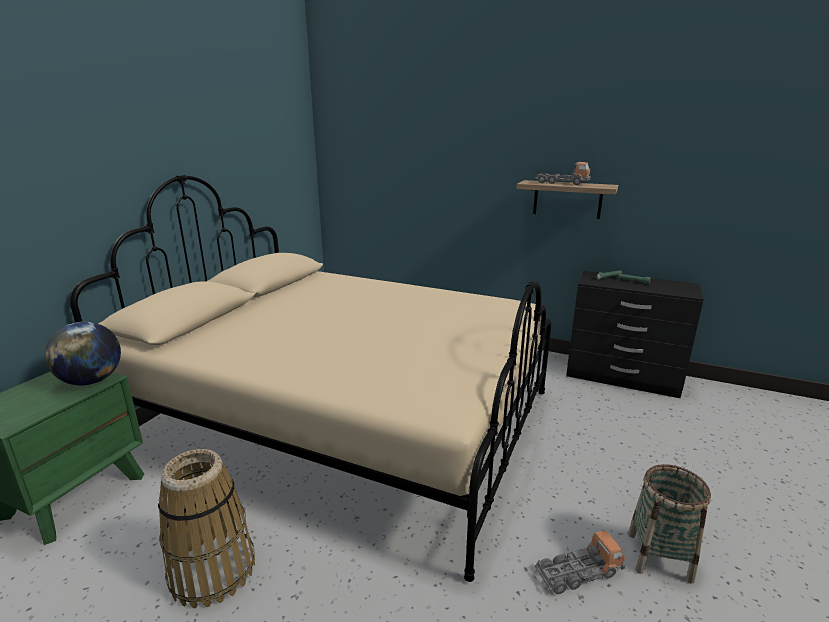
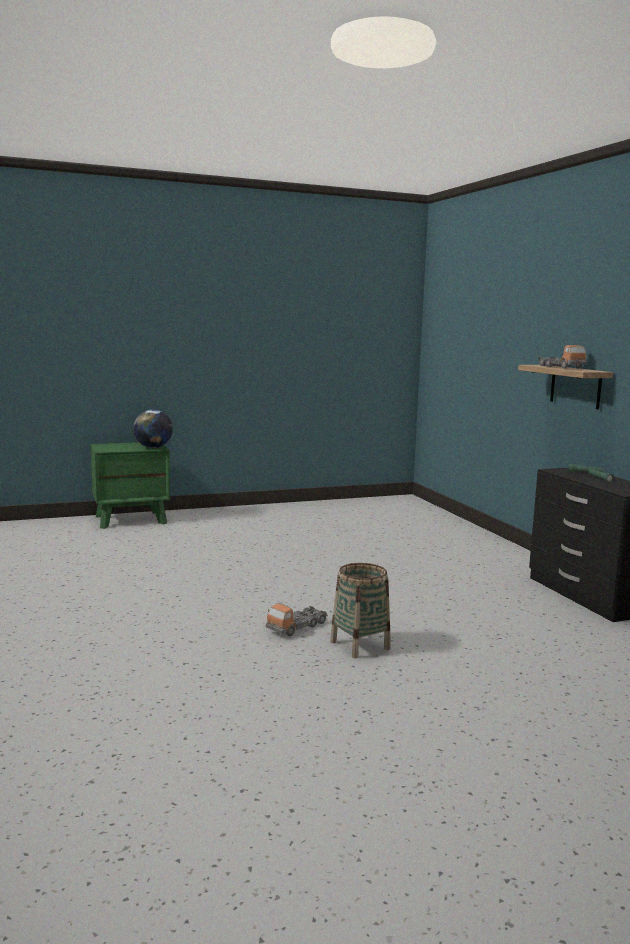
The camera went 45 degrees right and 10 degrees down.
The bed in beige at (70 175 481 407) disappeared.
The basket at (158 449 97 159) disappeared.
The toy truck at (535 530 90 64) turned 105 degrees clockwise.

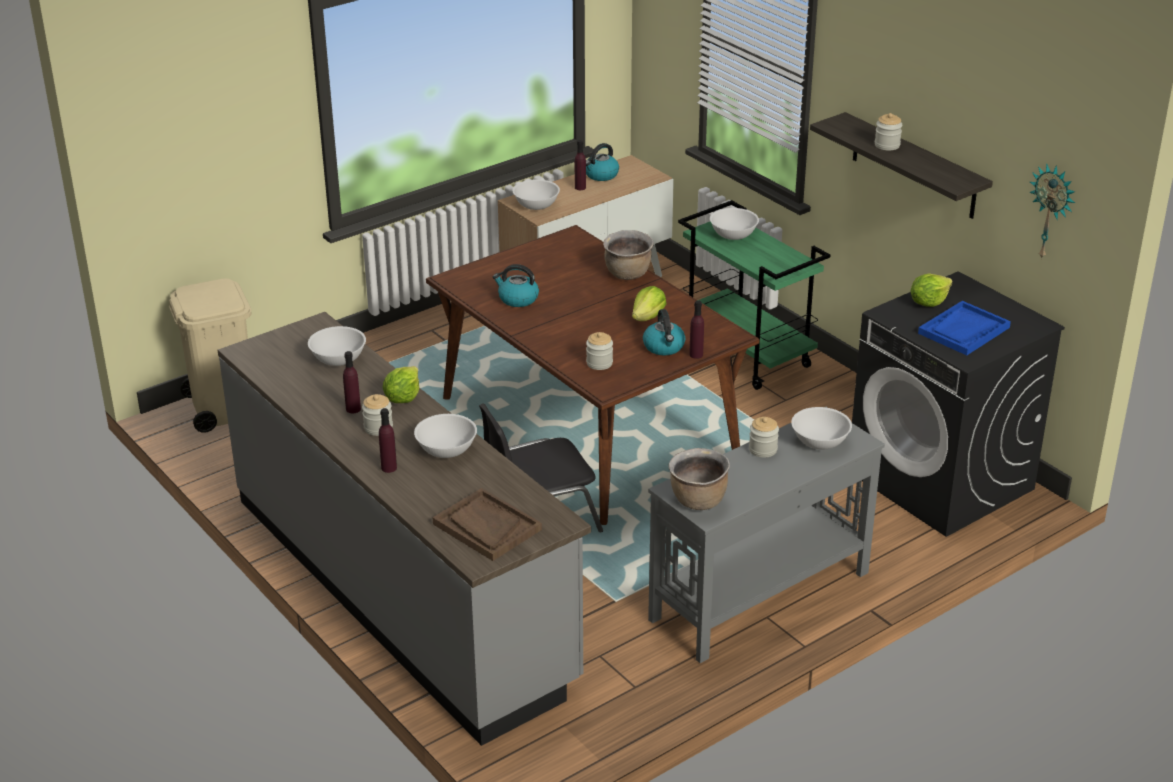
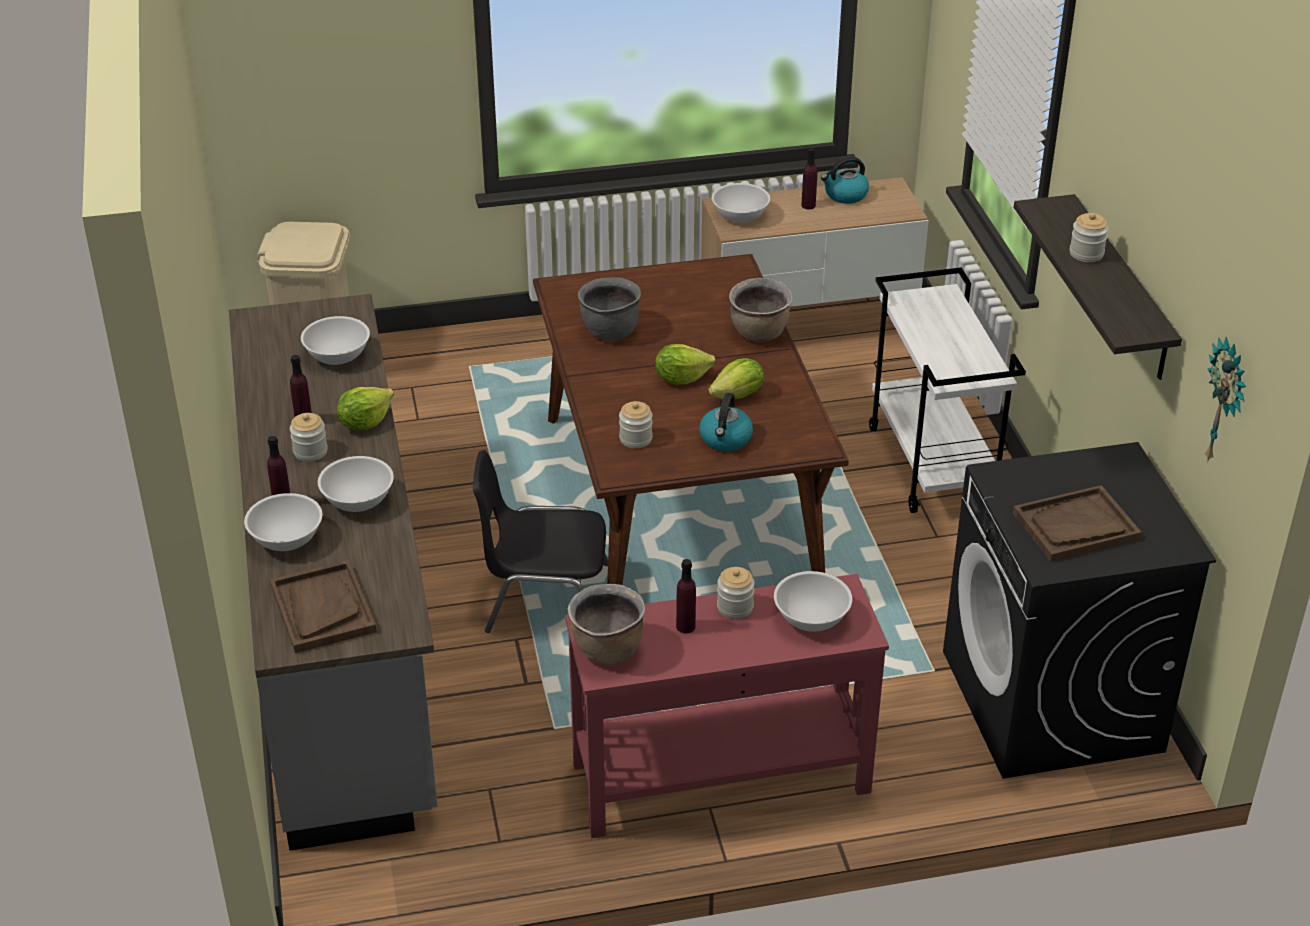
The camera went 25 degrees right and 5 degrees up.
The bottle in purple moved from (689 300 15 59) to (676 559 20 74).
The bowl in white moved from (710 208 49 32) to (244 493 78 58).
The lettuce moved from (911 273 42 34) to (655 344 61 40).
The kettle at (493 264 46 43) was replaced by the cooking pot in grey at (578 277 63 64).
The console table in grey at (648 407 237 256) became the console table in red at (565 574 324 264).
The cart in green at (678 200 152 190) became the cart in white at (869 267 157 246).
The tray in blue at (918 301 93 54) became the tray in brown at (1013 485 129 77).

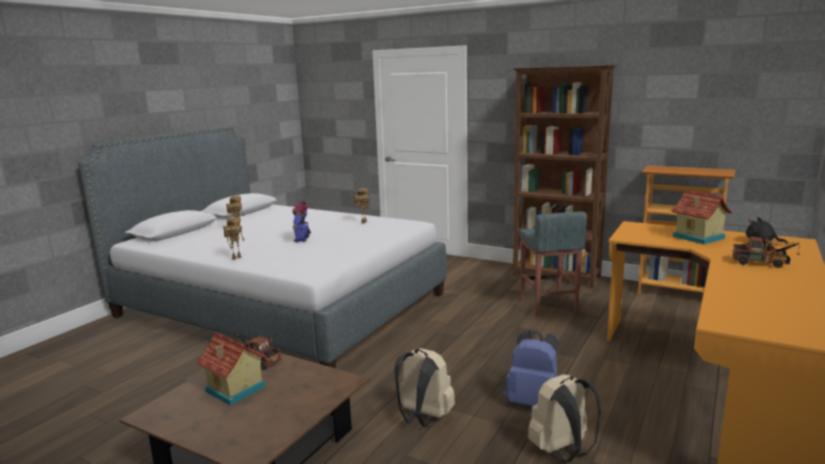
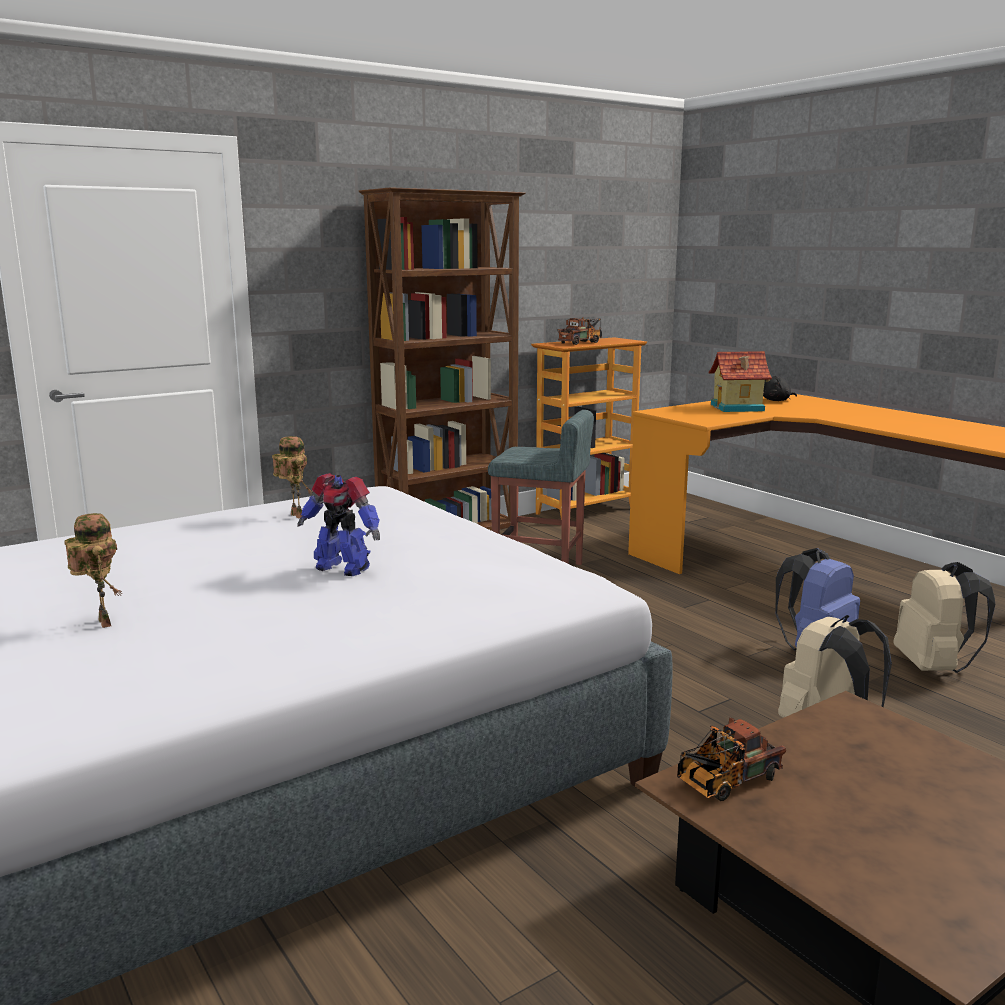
The camera went 65 degrees left and 0 degrees up.
The toy house at (196 332 71 73) disappeared.
The toy robot at (223 217 22 43) disappeared.
The toy truck moved from (732 236 68 32) to (558 317 44 28).

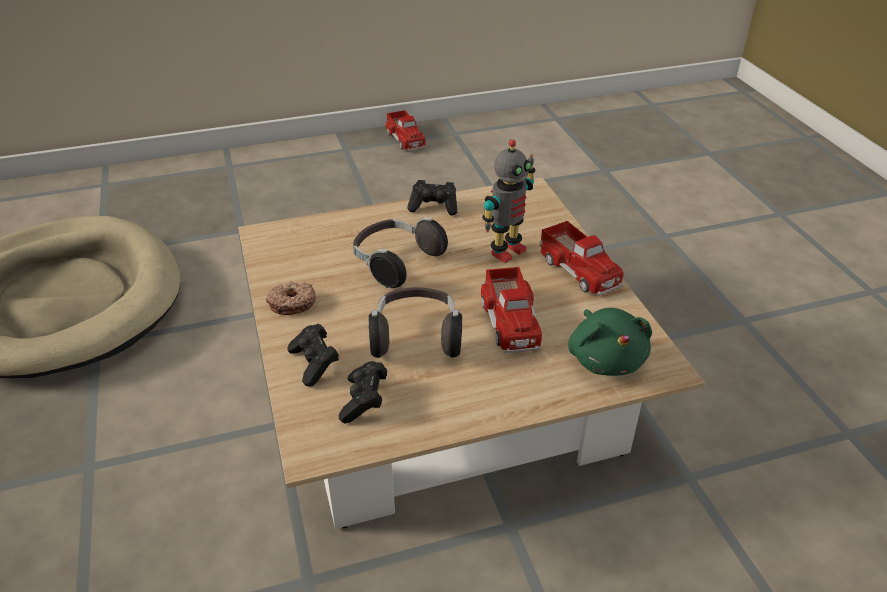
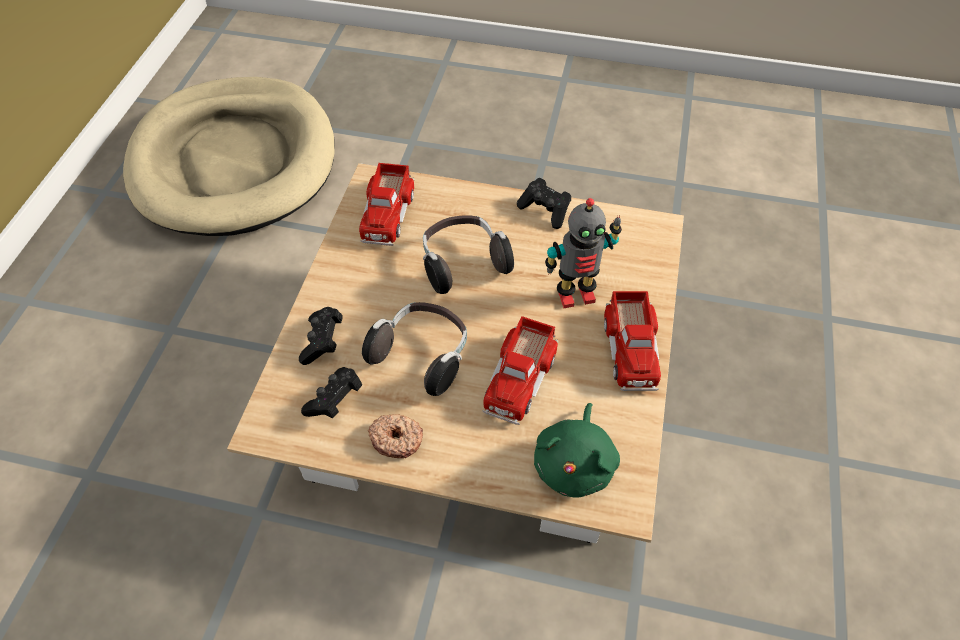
The camera went 30 degrees right and 15 degrees up.
The donut moved from (266 282 50 33) to (368 414 55 44).
The toy truck moved from (385 110 41 41) to (359 163 56 83).

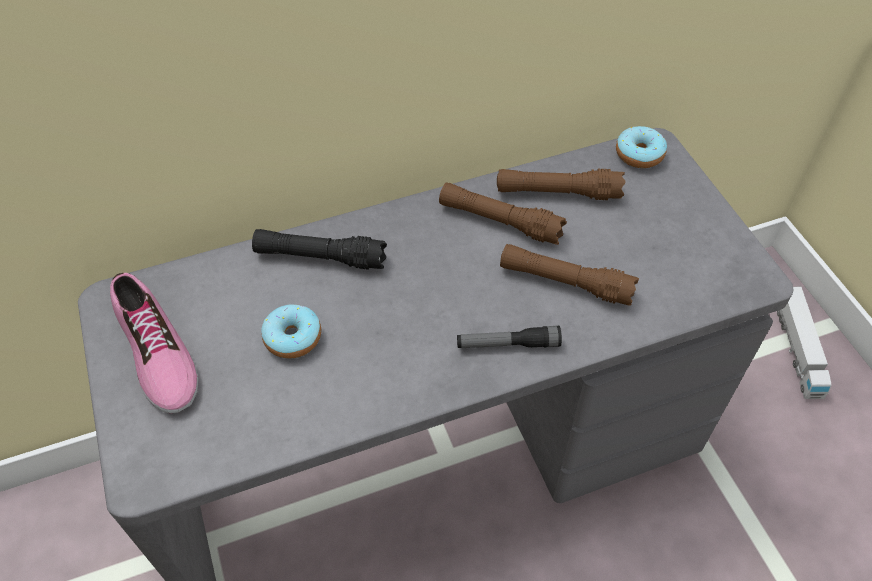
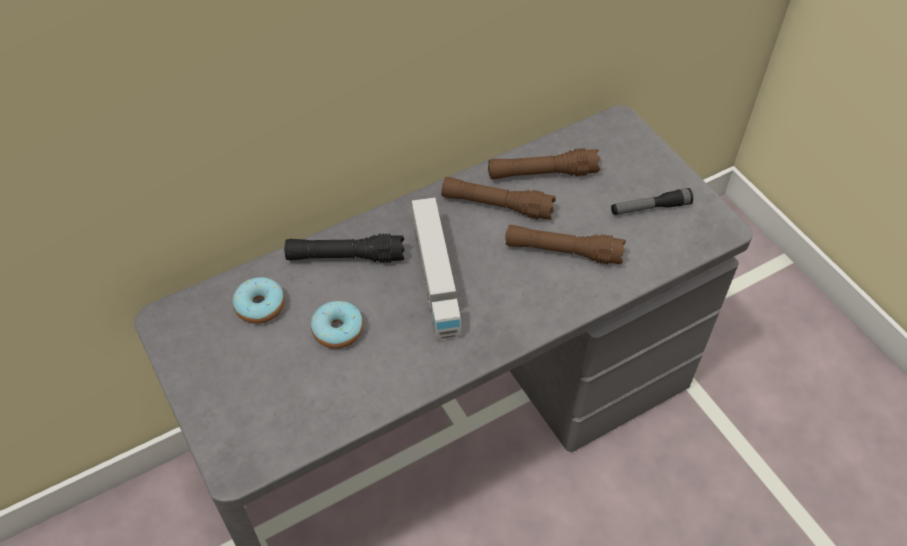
The camera went 10 degrees left and 0 degrees up.
The shoe at (110 273 88 141) disappeared.
The flashlight moved from (457 326 105 22) to (611 188 82 27).
The donut moved from (616 126 51 42) to (233 277 52 47).
The toy truck moved from (777 287 55 112) to (412 197 49 143).

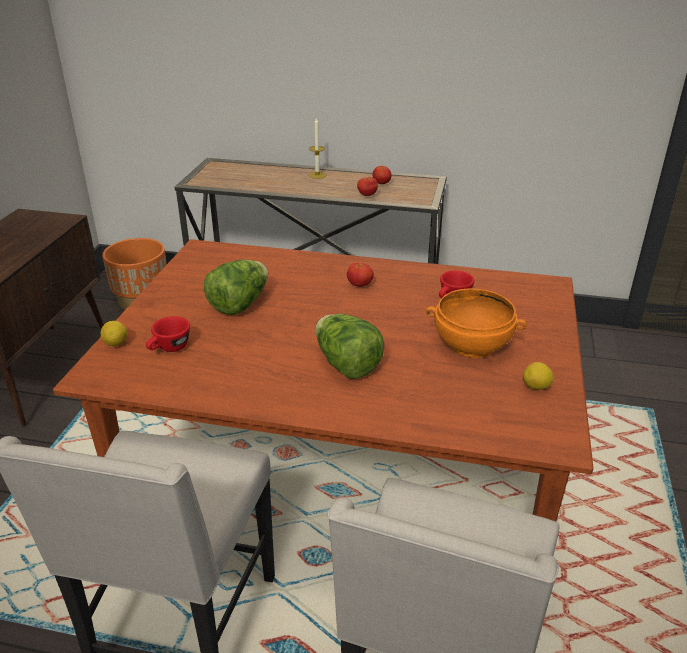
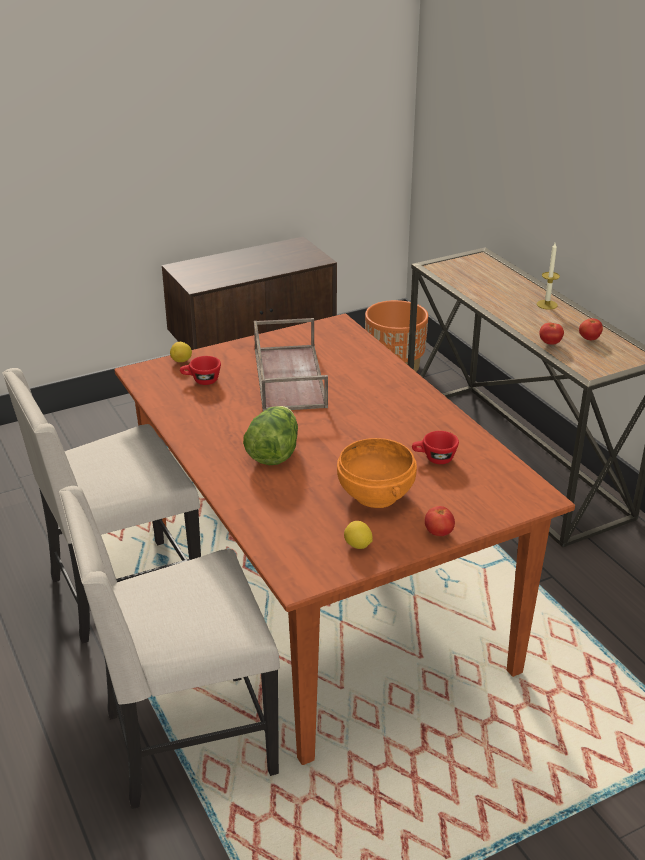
The camera went 50 degrees right and 0 degrees up.
The tomato moved from (347 263 27 24) to (425 506 30 30).
The lettuce at (204 260 64 55) was replaced by the tray in brown at (254 318 74 93).

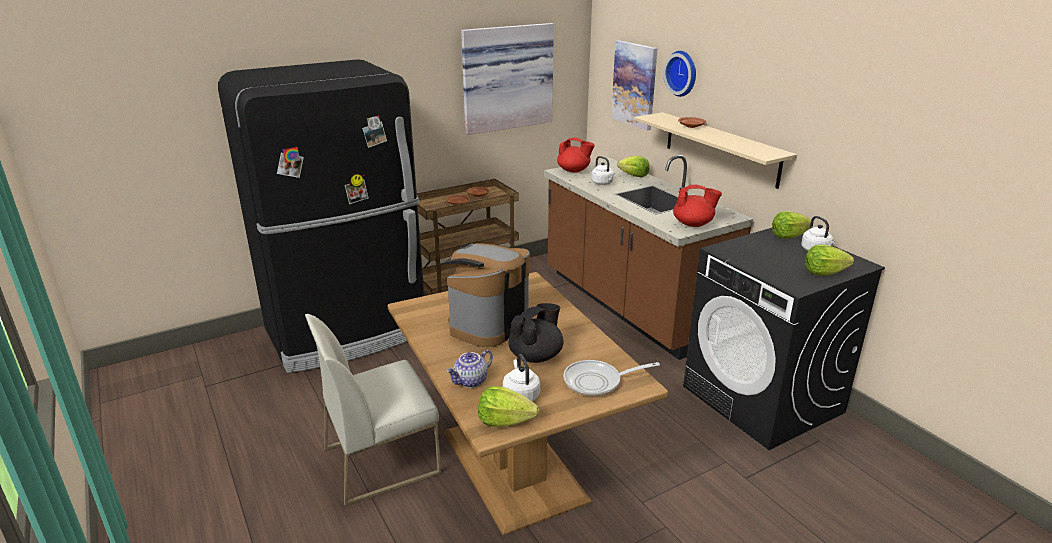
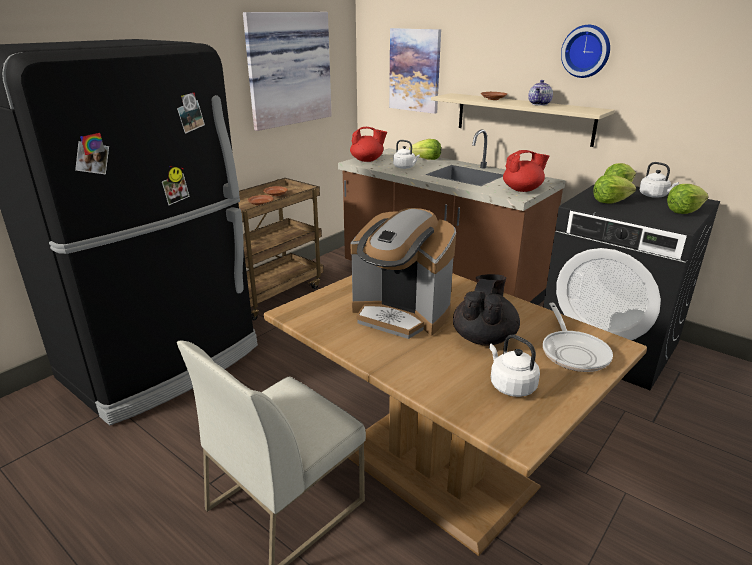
The camera went 20 degrees left and 0 degrees up.
The teapot moved from (446 350 47 38) to (528 80 25 26).
The lettuce moved from (478 386 61 41) to (594 175 42 29).
The wall clock moved from (663 51 33 46) to (561 25 49 53).
The coffee machine at (444 243 86 104) turned 75 degrees counterclockwise.
The frying pan at (564 360 96 36) turned 60 degrees counterclockwise.

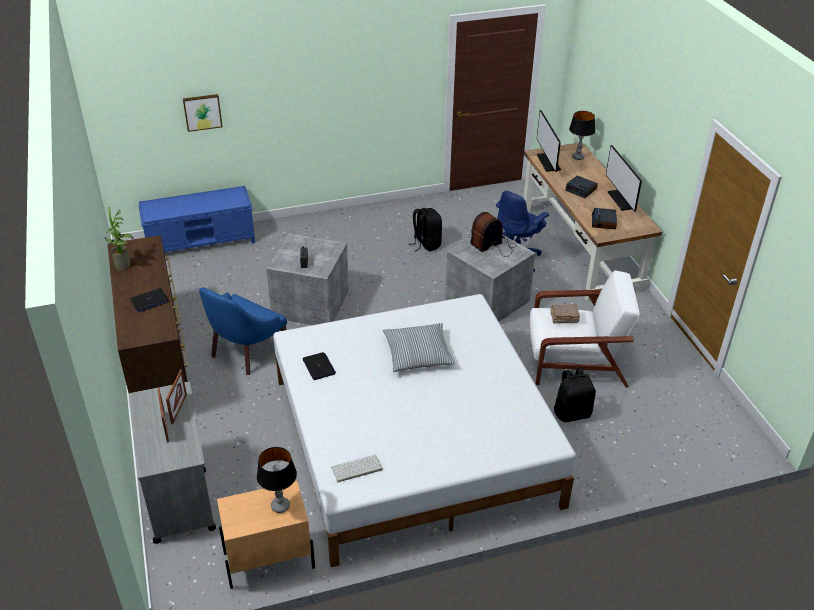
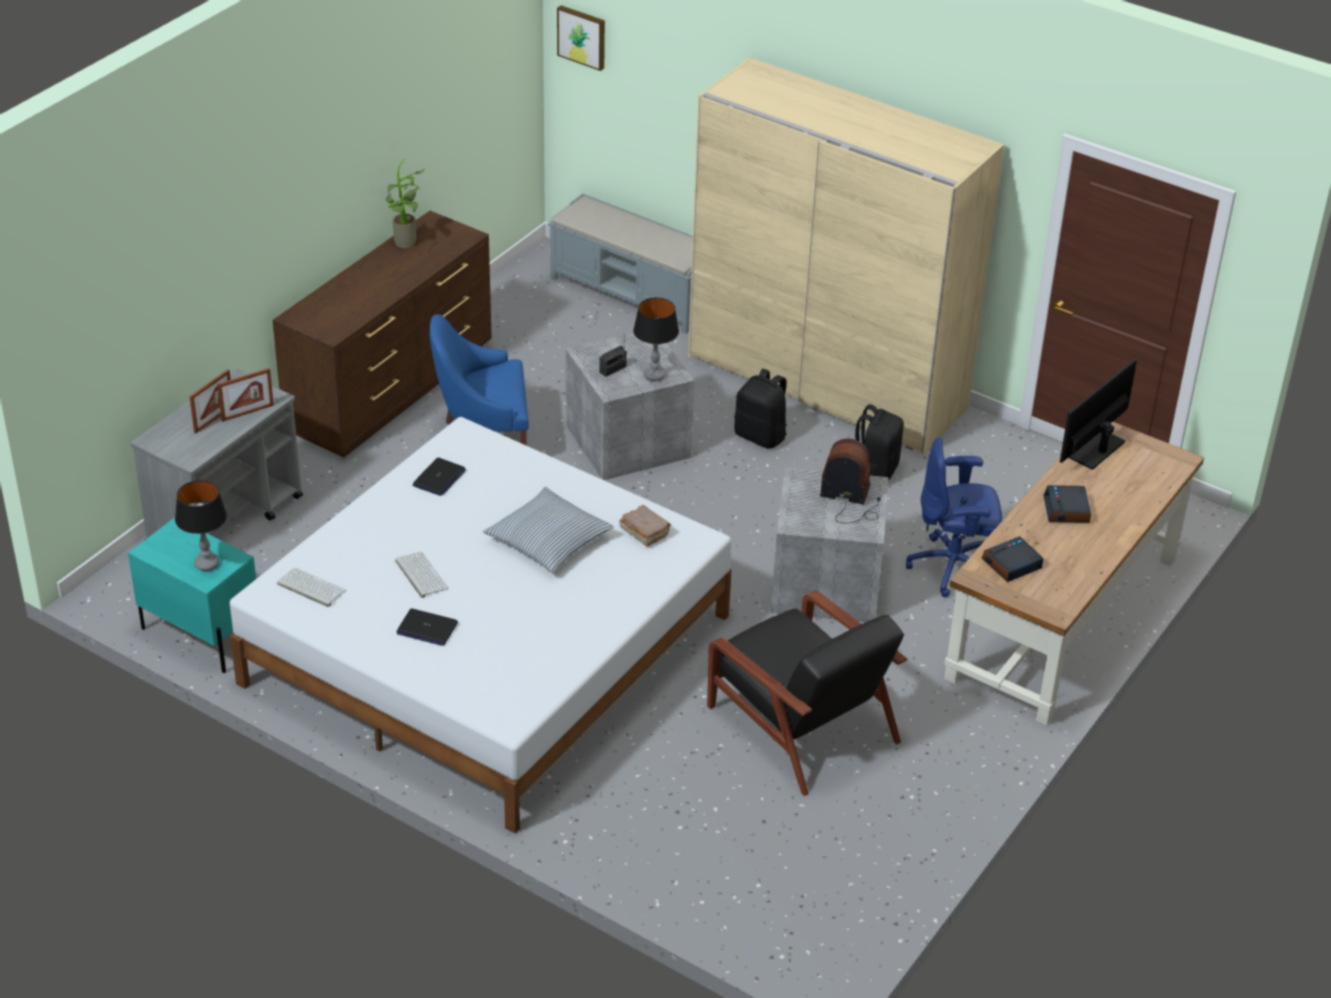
The camera went 50 degrees right and 0 degrees up.
The monitor at (606 145 36 67) disappeared.
The keyboard at (395 552 54 46) appeared.
The wardrobe in beige at (688 58 316 397) appeared.
The laptop moved from (130 288 39 24) to (397 609 61 37).
The picture moved from (183 94 40 38) to (557 5 48 66).
The book in brown moved from (551 304 29 20) to (619 505 52 41).
The backpack in black moved from (554 368 42 54) to (734 369 53 80).
The table lamp moved from (569 111 26 49) to (633 298 46 83).
The bench in blue at (139 186 116 66) became the bench in grey at (548 193 145 141).
The nightstand in beige at (217 481 98 108) became the nightstand in turquoise at (128 518 128 155).
The armchair in white at (530 270 110 117) became the armchair in black at (707 590 200 206).

